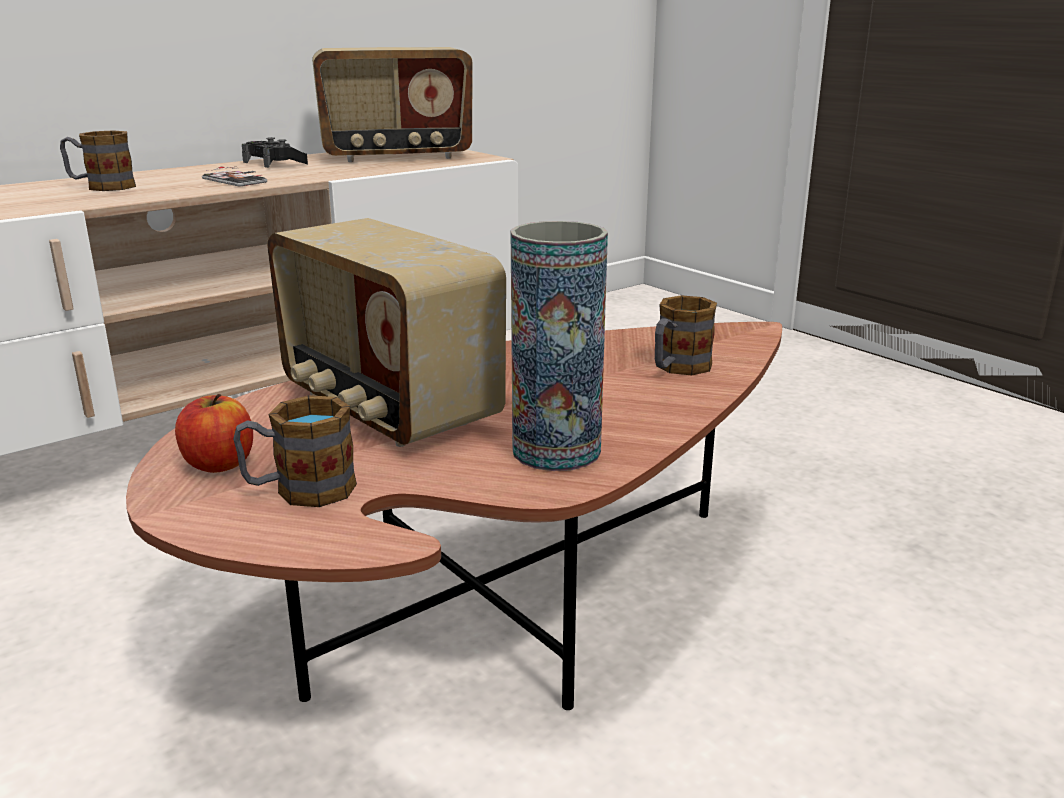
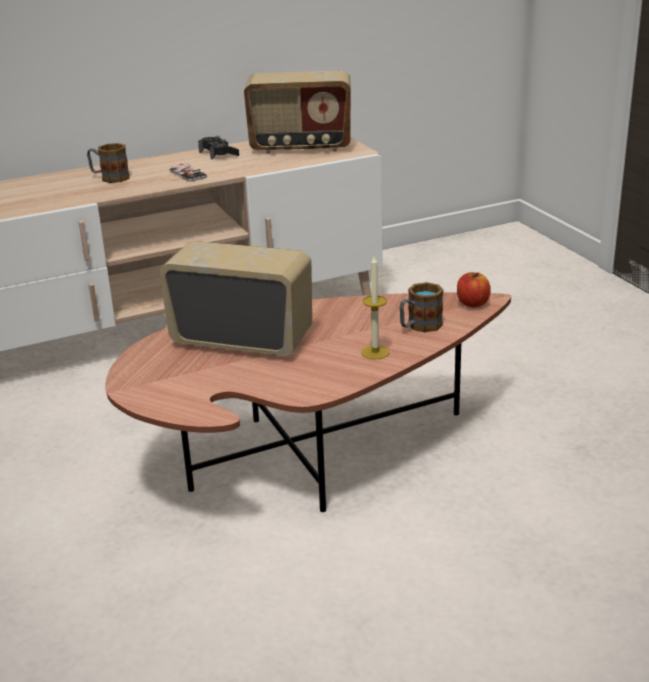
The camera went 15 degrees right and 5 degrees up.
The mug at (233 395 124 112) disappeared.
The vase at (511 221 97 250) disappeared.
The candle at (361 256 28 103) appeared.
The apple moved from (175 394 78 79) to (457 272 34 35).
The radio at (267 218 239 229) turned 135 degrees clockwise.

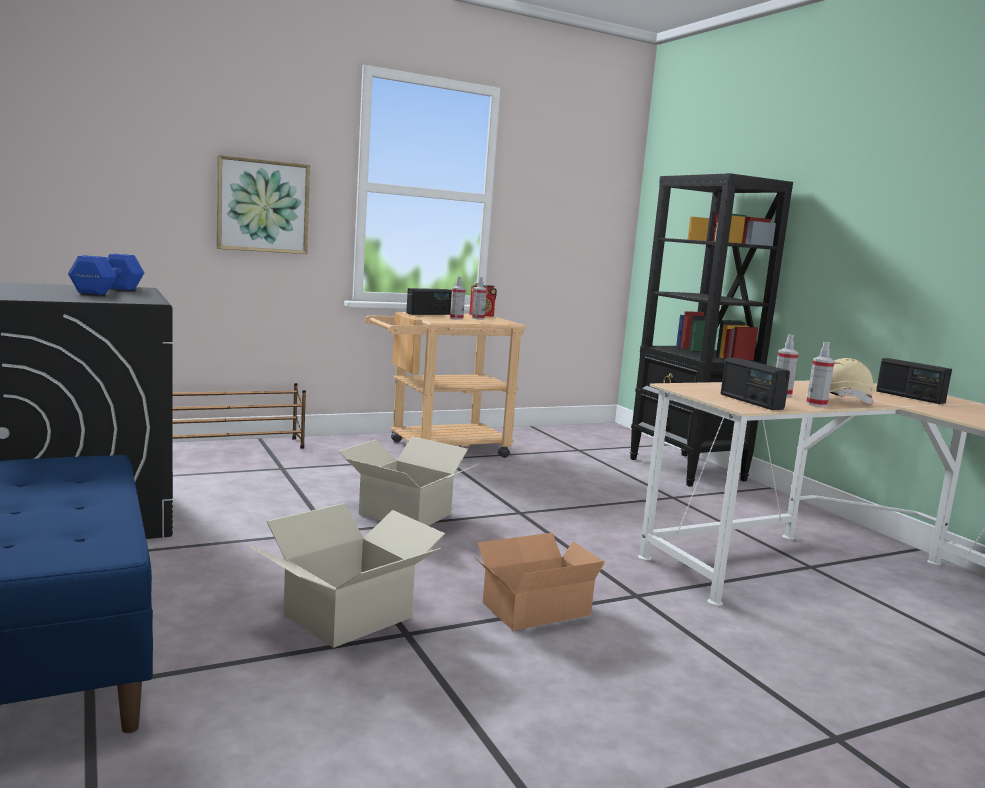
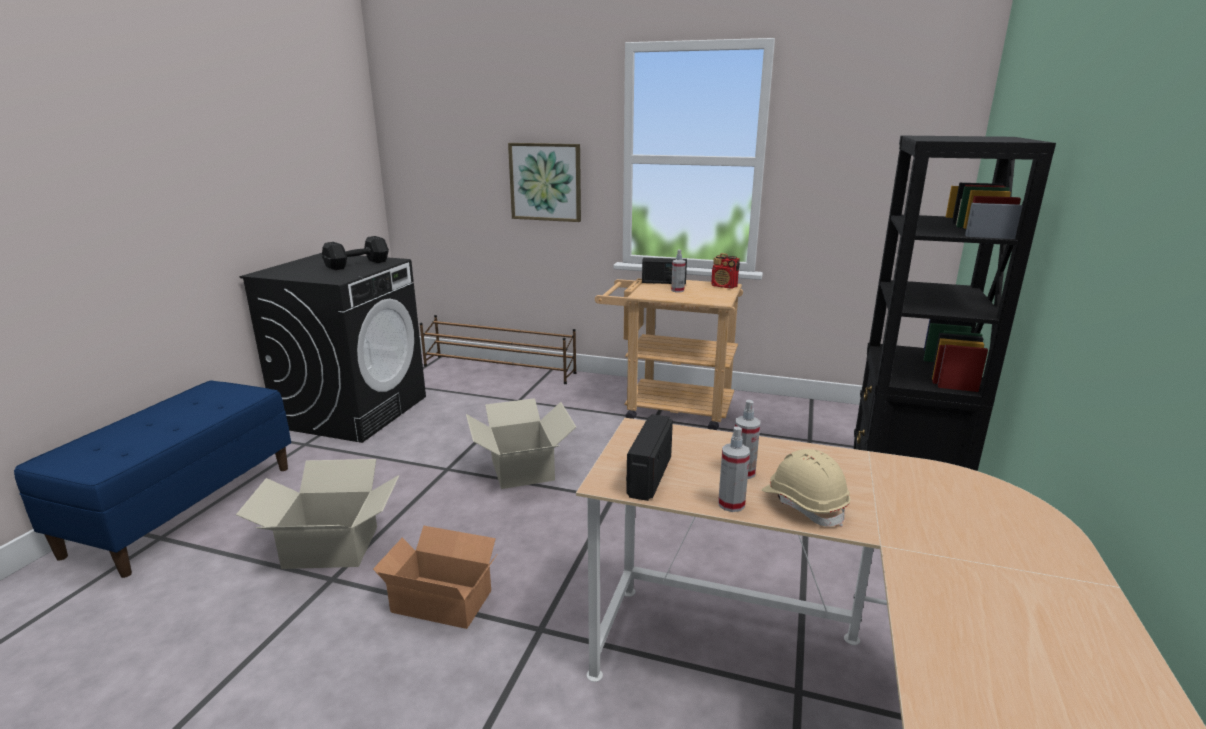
The camera went 45 degrees right and 10 degrees up.
The spray bottle at (472 277 15 43) disappeared.
The radio at (876 358 76 46) disappeared.
The dumbbell in blue at (68 254 76 41) became the dumbbell in black at (322 236 67 34).

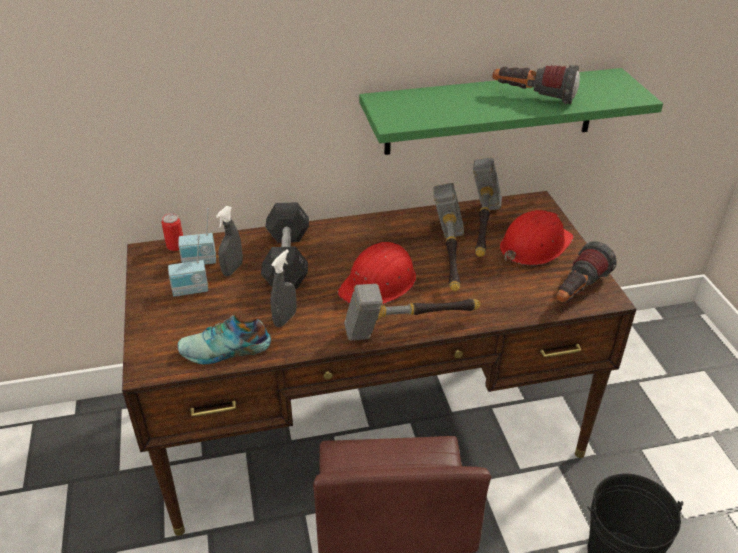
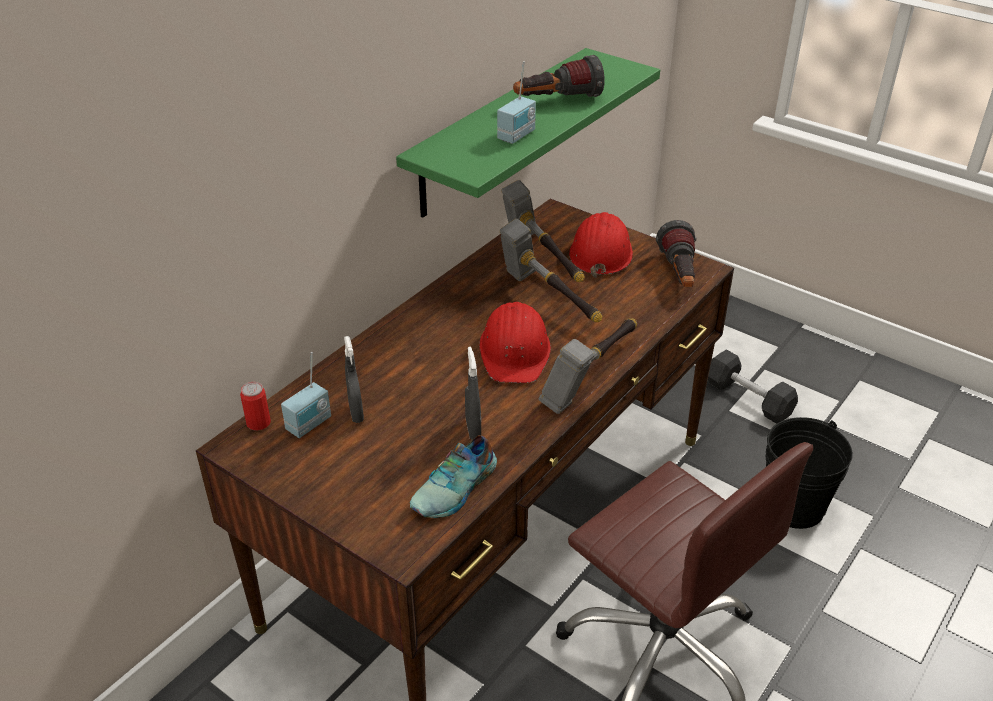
The camera went 40 degrees left and 0 degrees up.
The radio moved from (168 235 40 62) to (497 61 39 83).
The dumbbell in grey moved from (261 202 48 87) to (708 349 90 75).

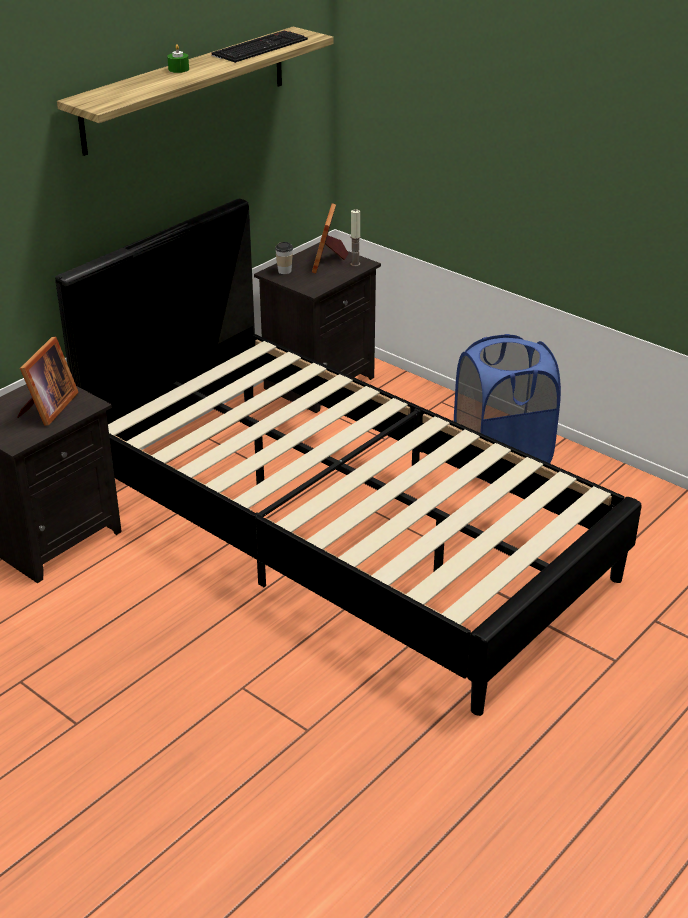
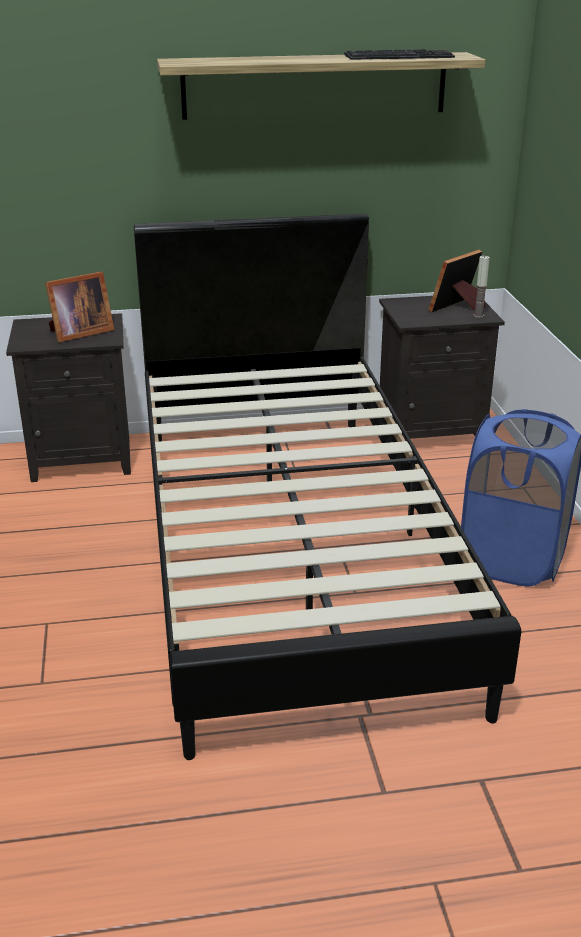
The camera went 40 degrees right and 5 degrees down.
The candle in green at (167 44 22 29) disappeared.
The cup at (275 242 18 32) disappeared.

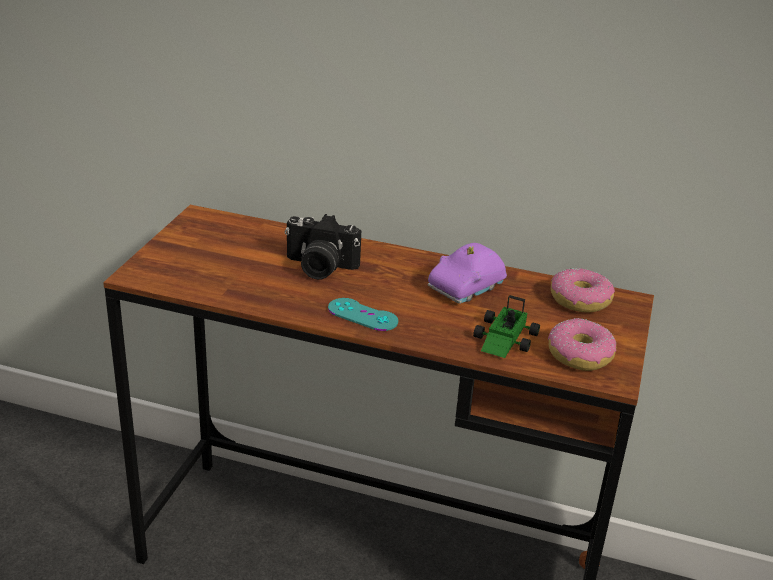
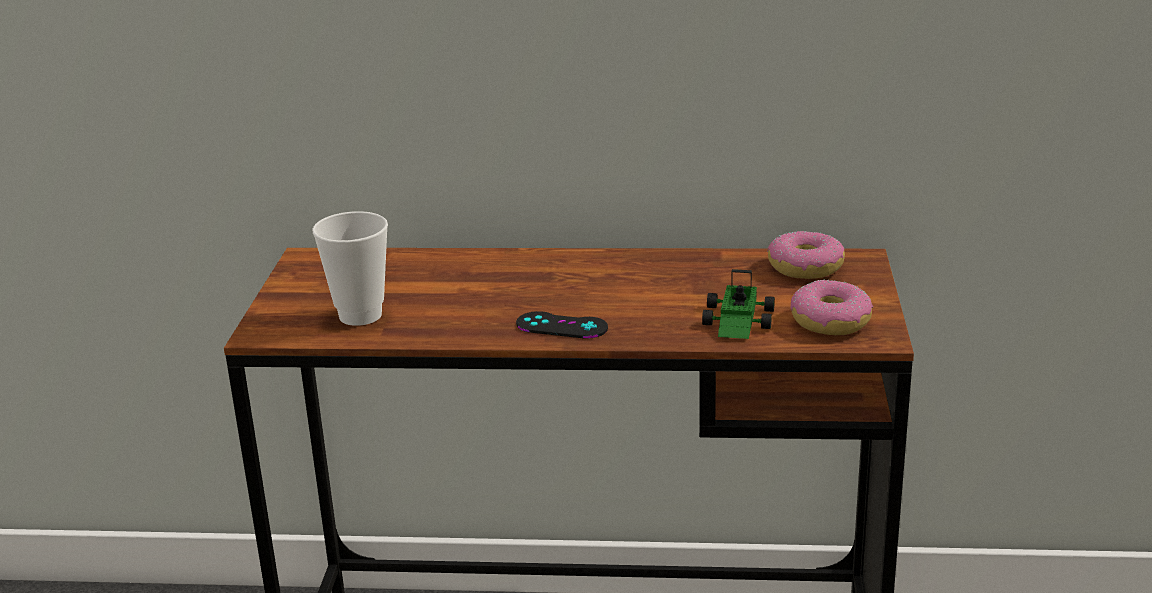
The camera went 10 degrees left and 5 degrees down.
The photo camera at (285 214 76 66) disappeared.
The toy car in purple at (428 243 79 61) disappeared.
The cup at (312 211 76 115) appeared.
The game controller in turquoise at (328 298 70 33) became the game controller in black at (516 311 92 28).

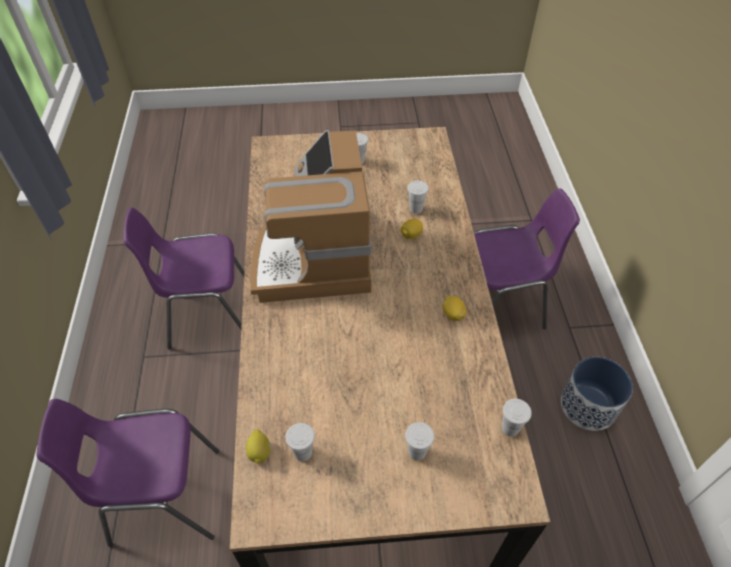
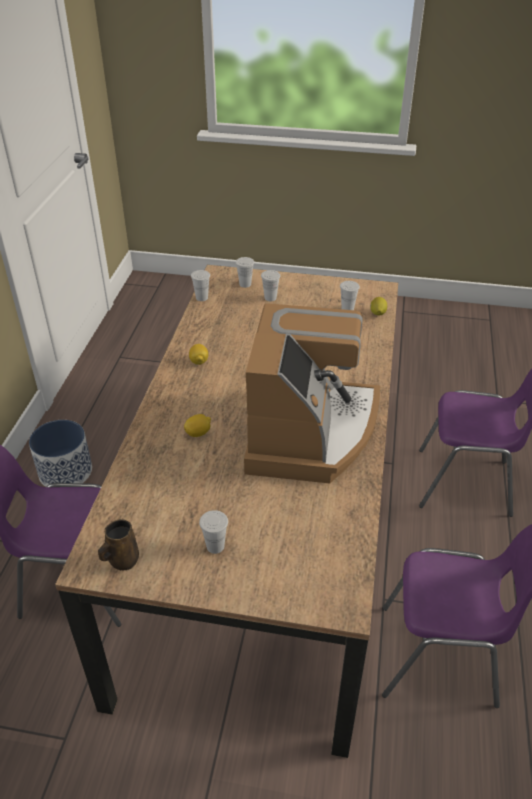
The camera went 165 degrees left and 10 degrees down.
The mug in brown at (98 519 41 51) appeared.
The cup in white moved from (407 181 22 33) to (235 257 19 31).

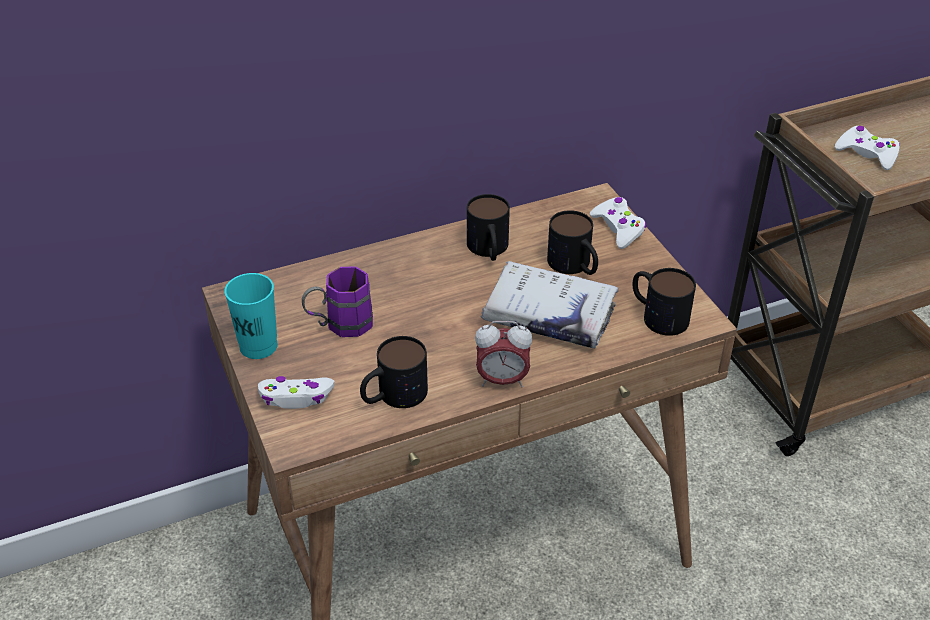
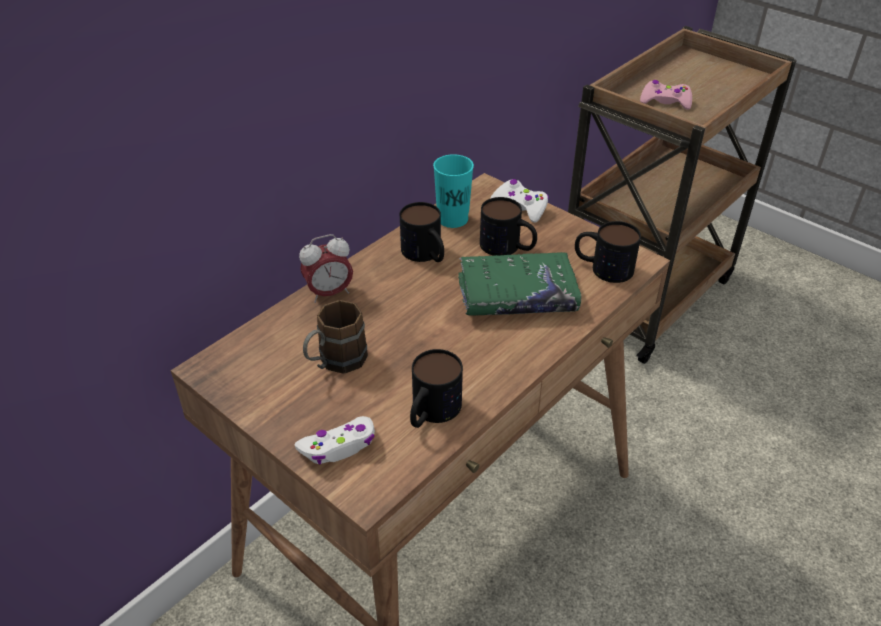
The camera went 25 degrees left and 0 degrees up.
The cup in turquoise moved from (224 273 54 86) to (433 154 41 74).
The alarm clock moved from (475 321 57 66) to (299 234 54 69).
The mug in purple at (302 266 71 71) became the mug in brown at (303 300 65 74).
The book in white at (481 261 138 87) became the book in green at (458 252 124 64).
The game controller in white at (835 126 65 44) became the game controller in pink at (640 80 52 30).

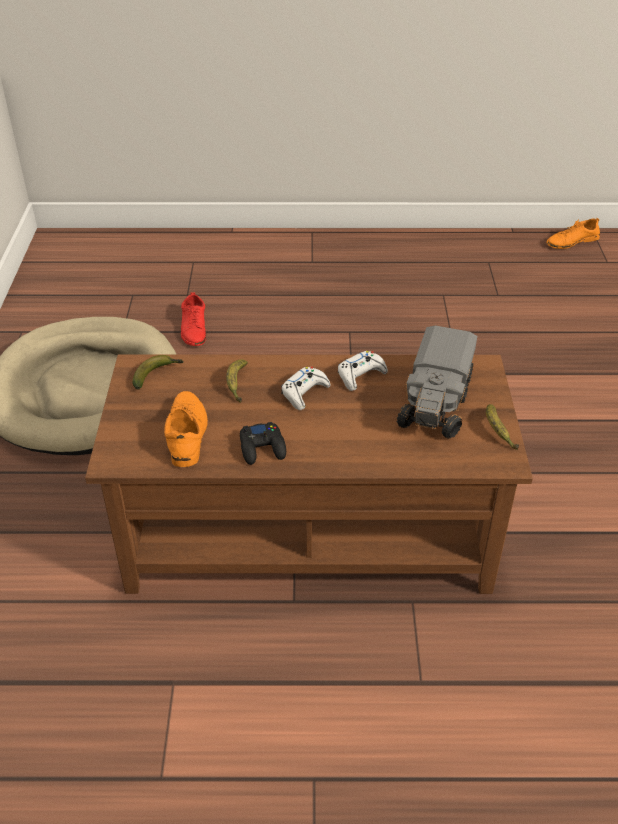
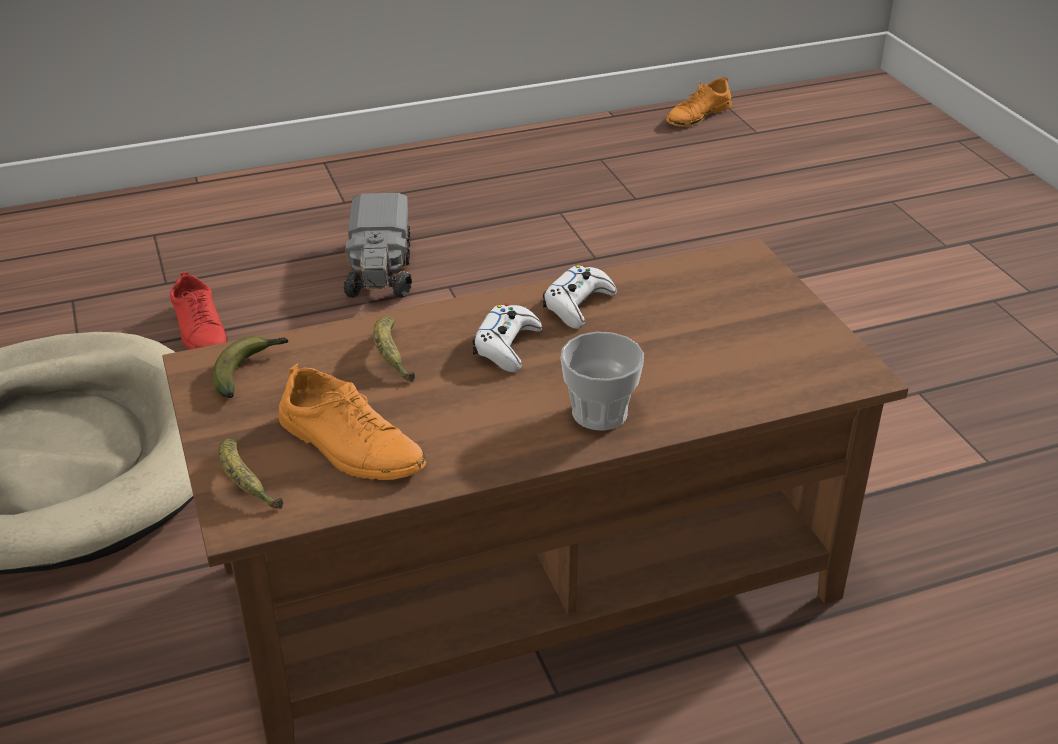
The camera went 20 degrees left and 5 degrees down.
The game controller in black at (240 422 46 43) disappeared.
The cup at (561 332 83 99) appeared.
The toy truck moved from (396 325 81 114) to (343 193 69 105).
The banana moved from (486 404 33 46) to (218 439 65 70).
The shoe in orange at (164 391 44 76) turned 150 degrees clockwise.

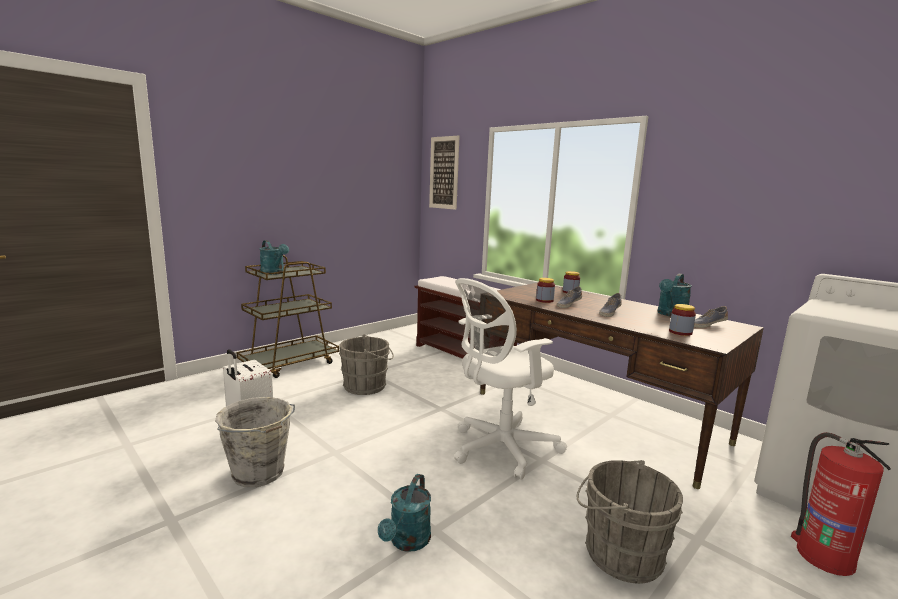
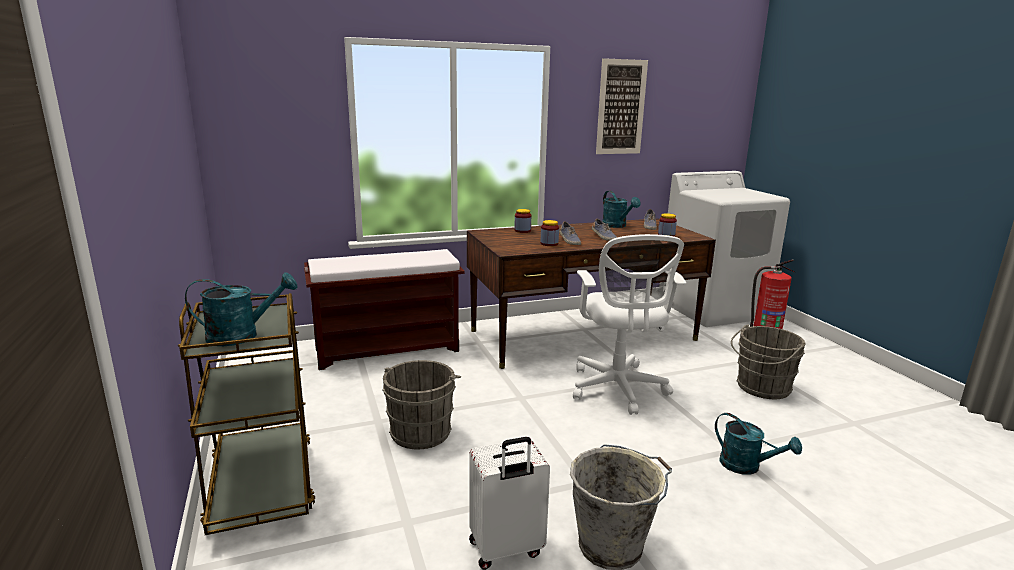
The camera went 65 degrees left and 5 degrees up.
The picture moved from (429 136 31 74) to (596 58 52 96).

